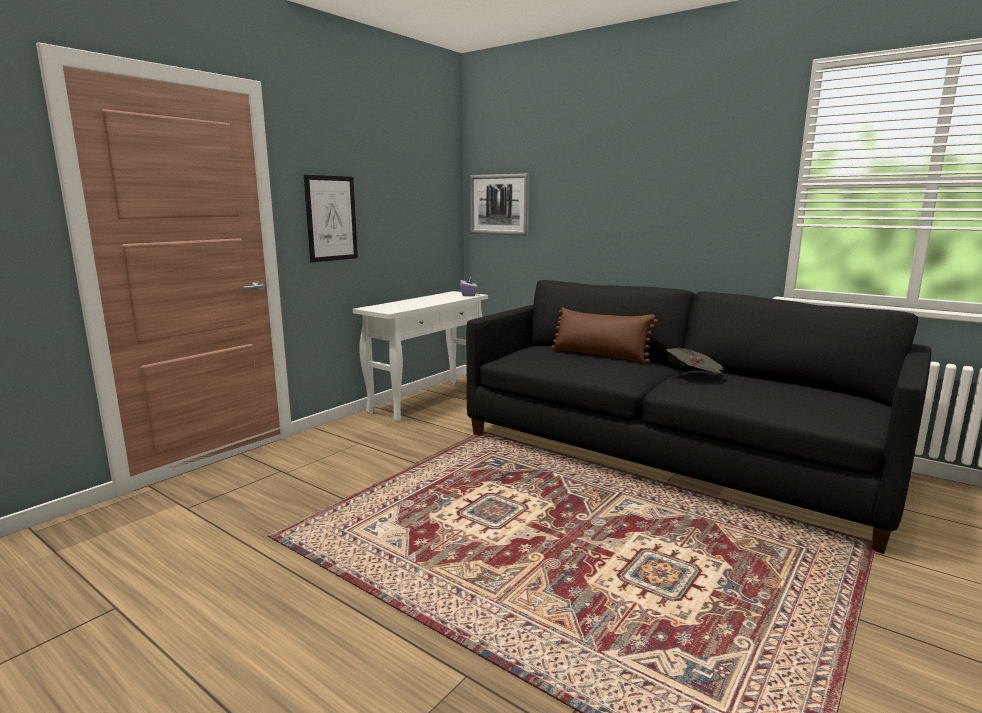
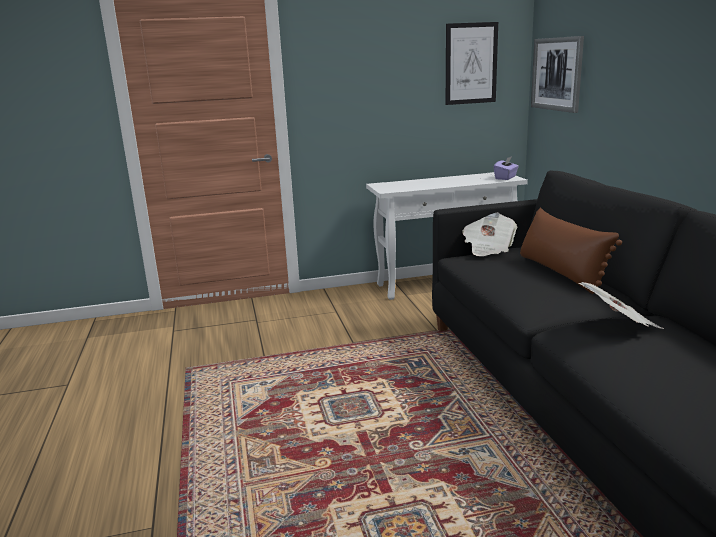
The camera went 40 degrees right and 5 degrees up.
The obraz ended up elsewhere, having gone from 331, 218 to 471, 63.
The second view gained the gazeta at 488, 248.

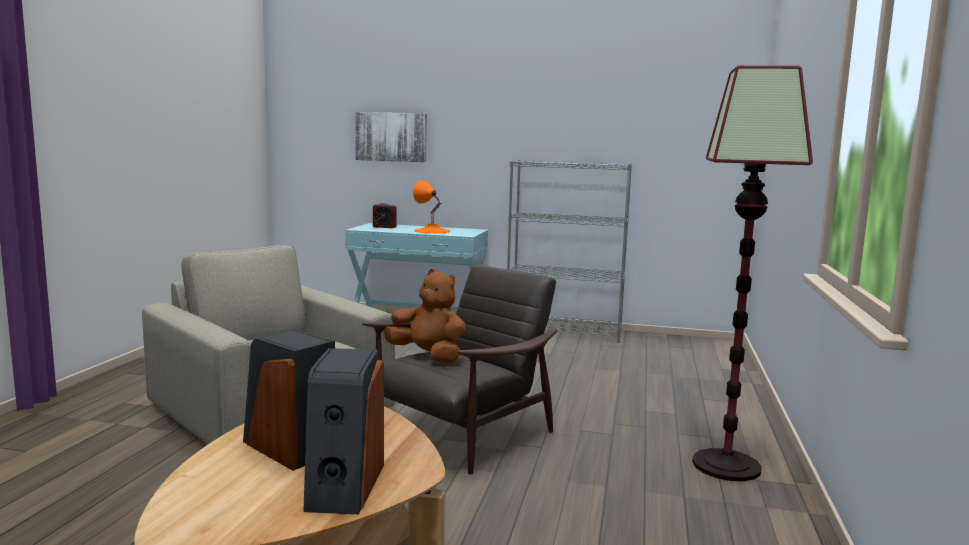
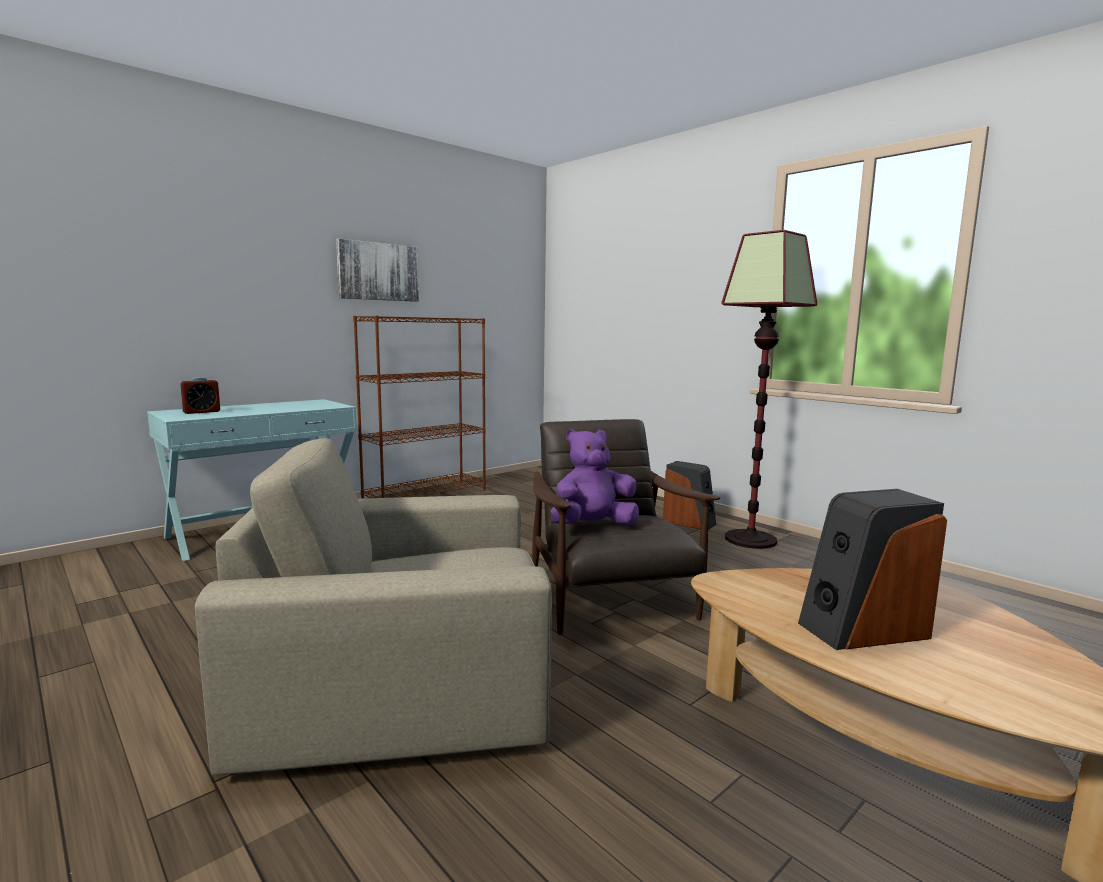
The camera went 55 degrees left and 0 degrees up.
The głośnik ended up elsewhere, having gone from 344, 486 to 689, 522.
The obraz ended up elsewhere, having gone from 391, 137 to 378, 272.
What was the pluszak (brązowy) at 428, 356 turned into the pluszak (fioletowy) at 593, 526.
The second view lost the lampa stołowa (pomarańczowy) at 432, 231.
What was the regał (szary) at 564, 332 turned into the regał (brązowy) at 426, 495.

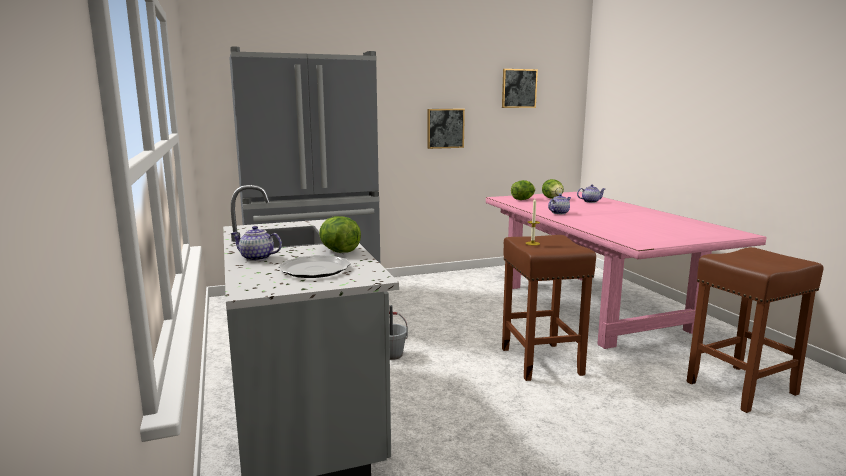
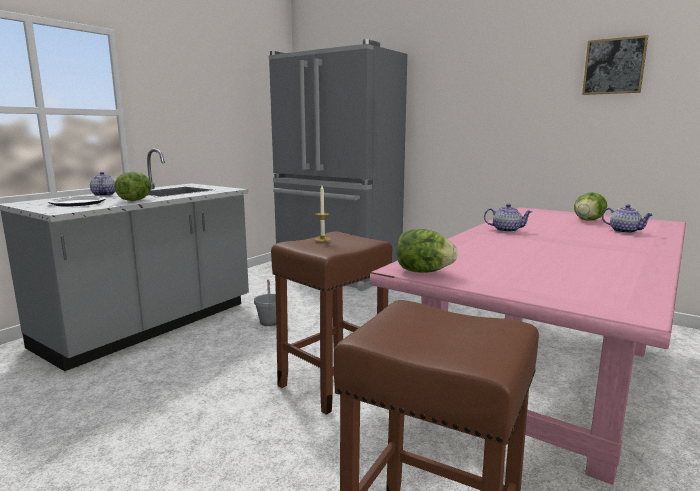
The camera went 55 degrees right and 0 degrees up.
The second view lost the obraz at 445, 128.
The sałata ended up elsewhere, having gone from 523, 199 to 423, 272.

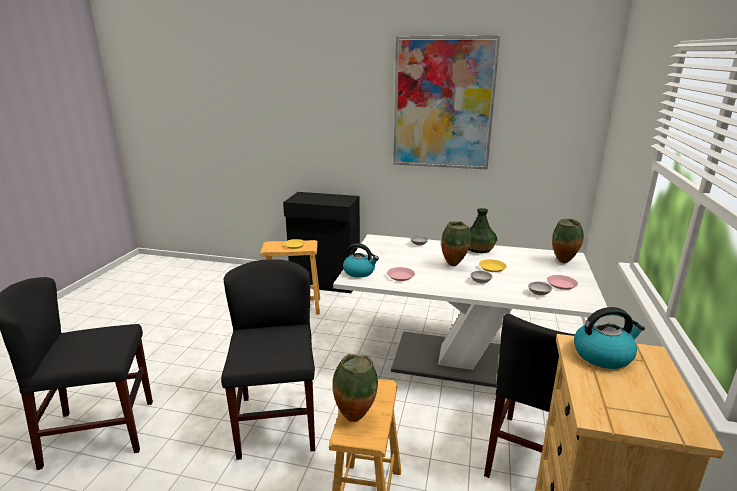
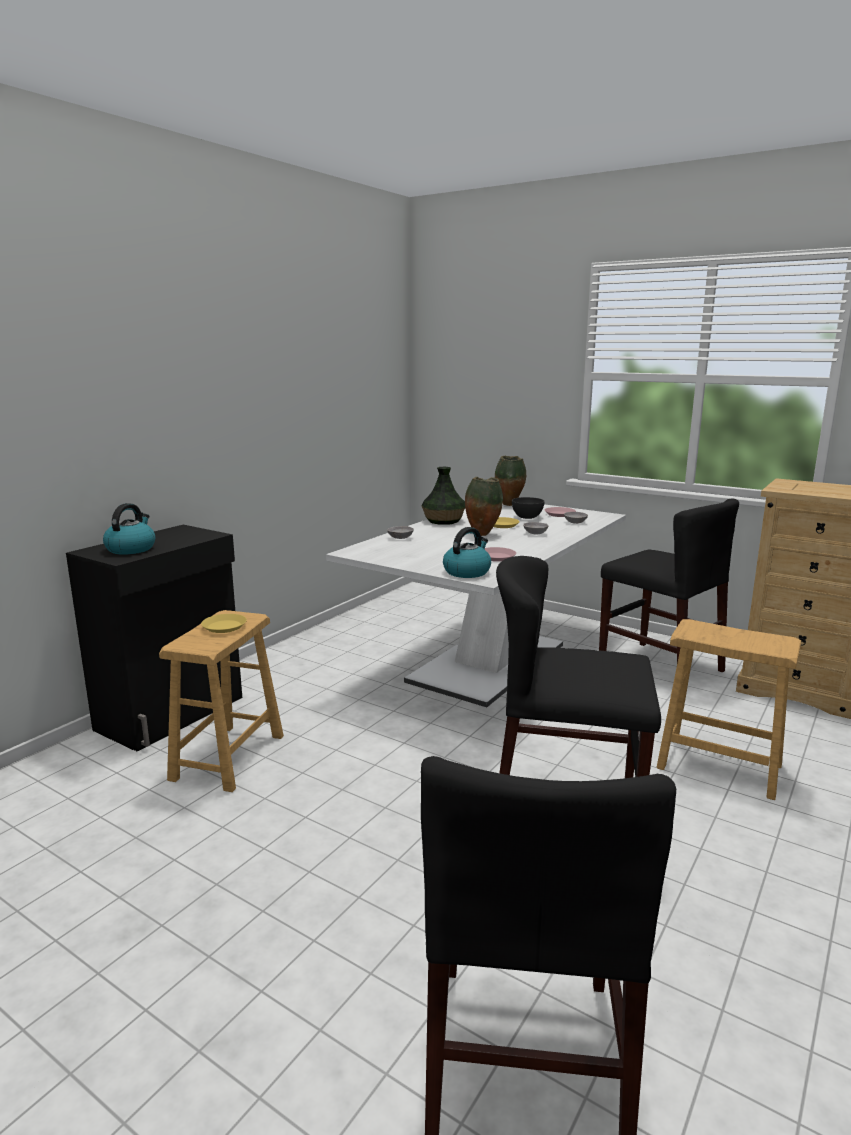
The camera went 70 degrees left and 5 degrees down.
The second view lost the wazon at 355, 417.
The second view lost the obraz at 443, 104.
The czajnik ended up elsewhere, having gone from 603, 355 to 131, 549.
The second view gained the miska (szary) at 527, 517.

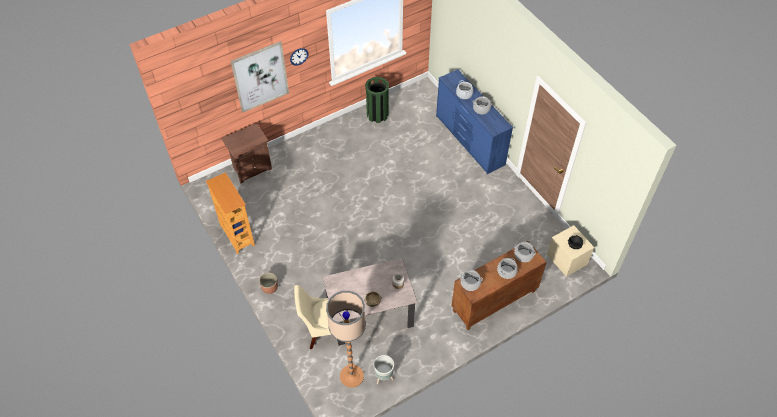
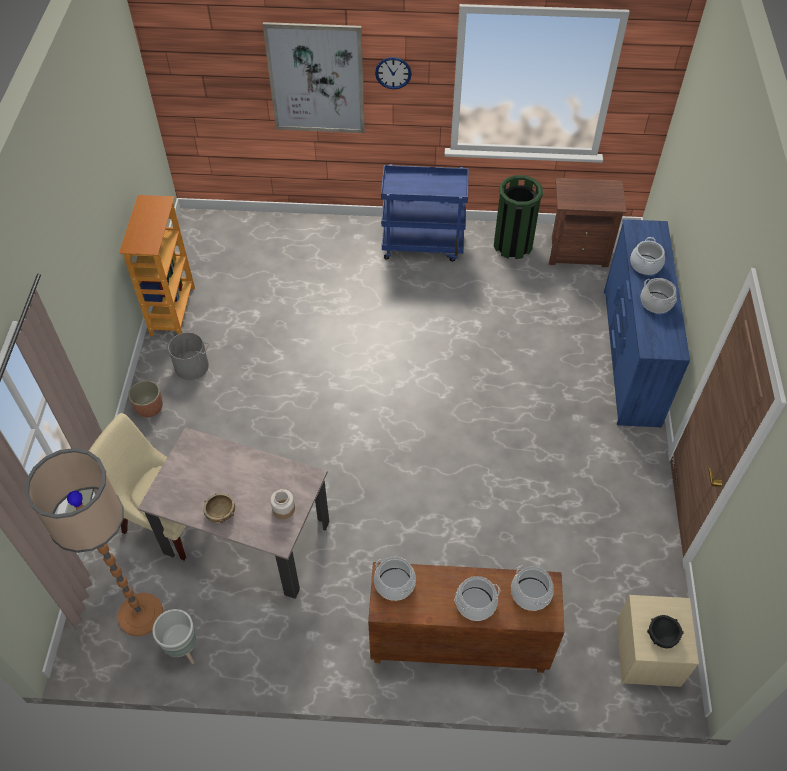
The camera went 35 degrees right and 0 degrees up.
The szafka nocna (brązowy) ended up elsewhere, having gone from 251, 168 to 578, 251.
The second view gained the wiadro (szary) at 192, 366.
The second view gained the wózek (niebieski) at 423, 245.

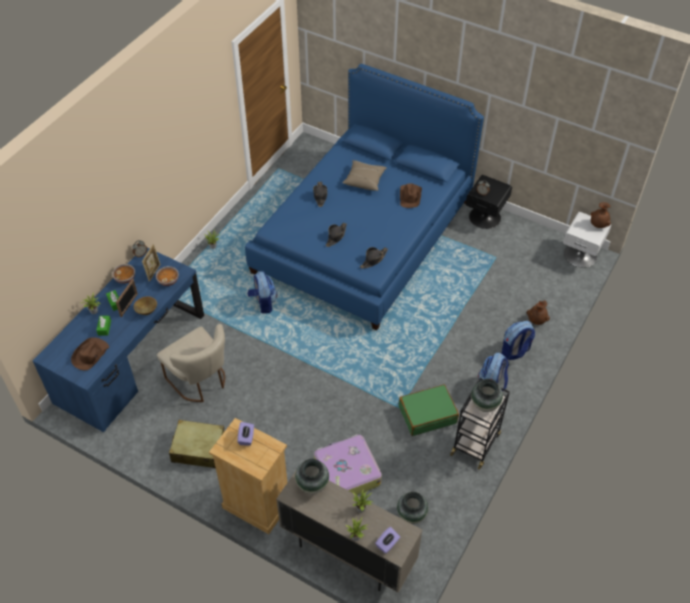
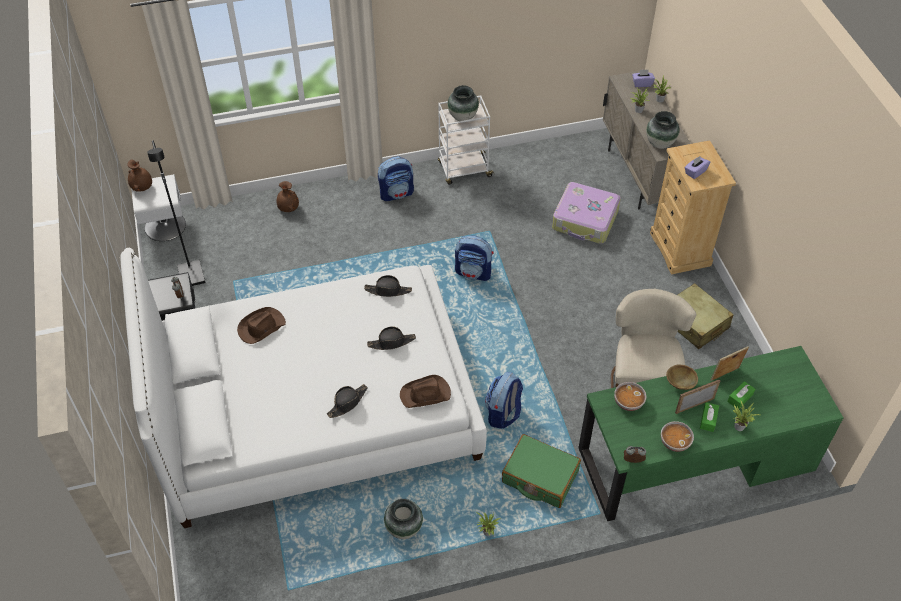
The camera went 135 degrees left and 0 degrees up.
What was the biurko (niebieski) at 131, 358 turned into the biurko (zielony) at 695, 459.
The kapelusz (brązowy) ended up elsewhere, having gone from 90, 355 to 426, 394.
The ramka na zdjęcie ended up elsewhere, having gone from 153, 272 to 725, 375.
What was the łóżko (niebieski) at 363, 235 turned into the łóżko (biały) at 315, 407.
The second view lost the poduszka (beżowy) at 364, 180.
The wazon ended up elsewhere, having gone from 411, 515 to 404, 528.
The walizka (zielony) ended up elsewhere, having gone from 427, 414 to 540, 477.
What was the wózek (czarny) at 475, 443 turned into the wózek (biały) at 464, 170.
The plecak ended up elsewhere, having gone from 515, 351 to 474, 272.
The second view gained the lampa stojąca (czarny) at 192, 275.

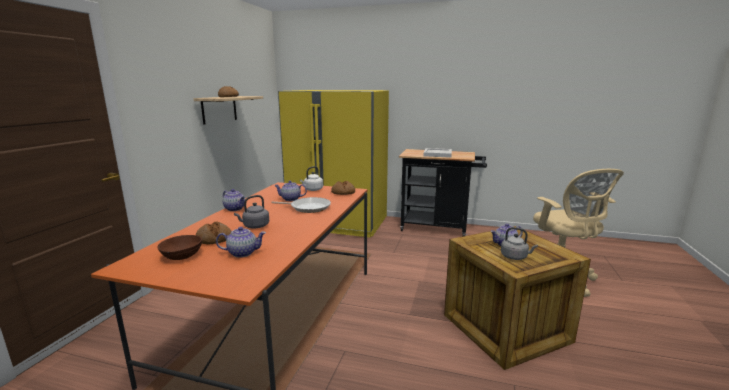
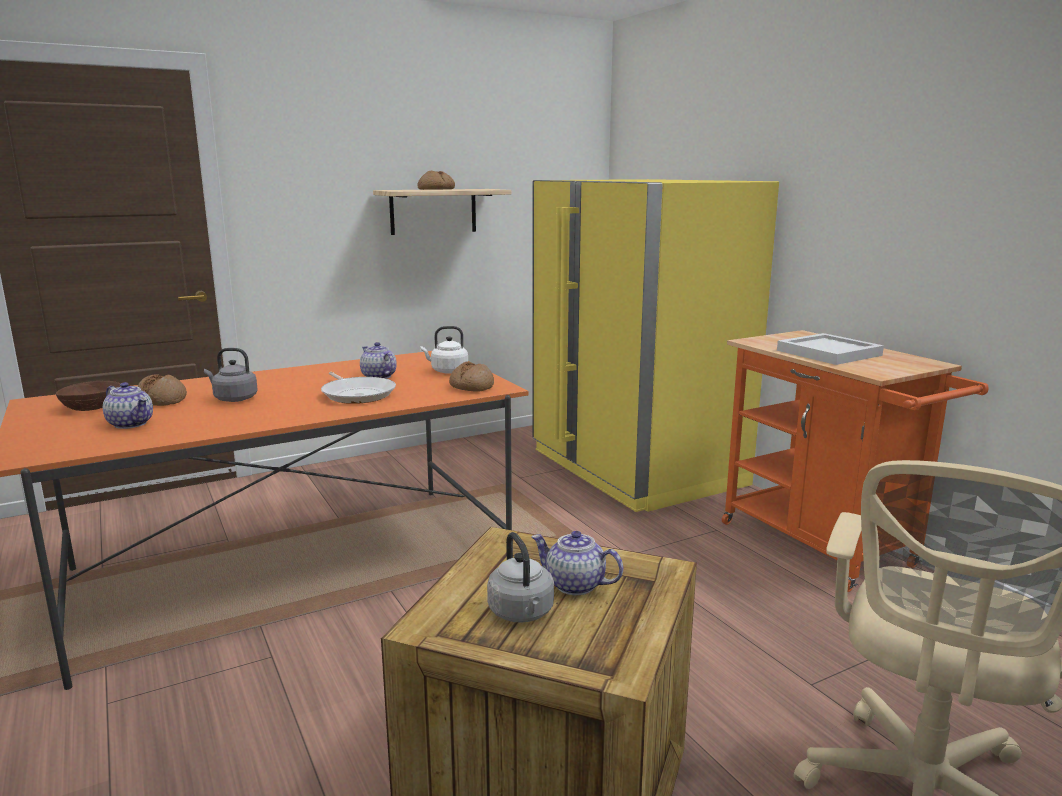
The camera went 45 degrees right and 0 degrees up.
The second view lost the imbryk at 235, 209.
What was the wózek (czarny) at 438, 228 turned into the wózek (pomarańczowy) at 825, 549.

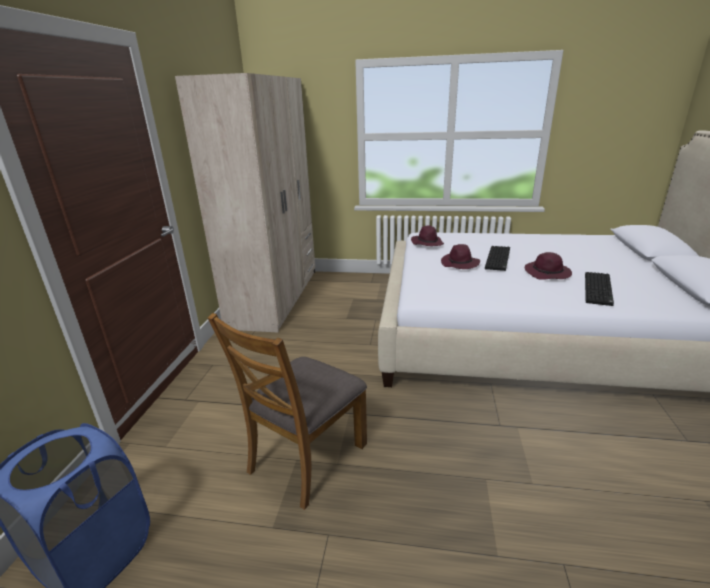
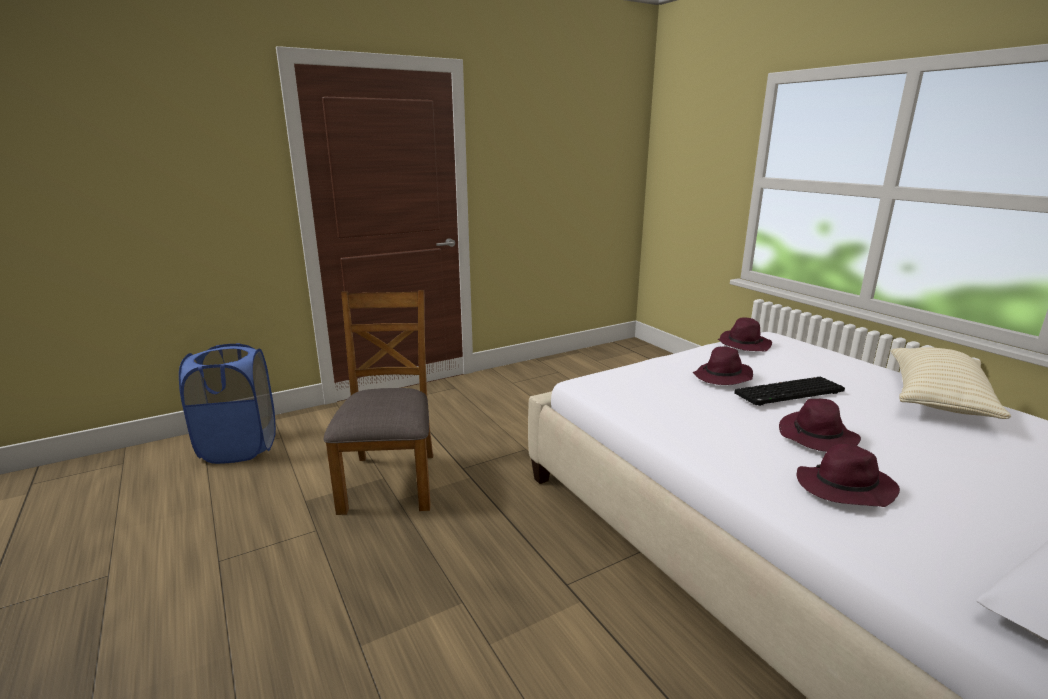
The camera went 50 degrees right and 5 degrees down.
The second view lost the szafa (beżowy) at 276, 297.
The krzesło (brązowy) at 306, 457 ended up facing another way, 90 degrees clockwise from before.
Where the klawiatura stood at 599, 290, the kapelusz (fioletowy) came to stand at 844, 489.
The second view gained the poduszka (beżowy) at 937, 399.

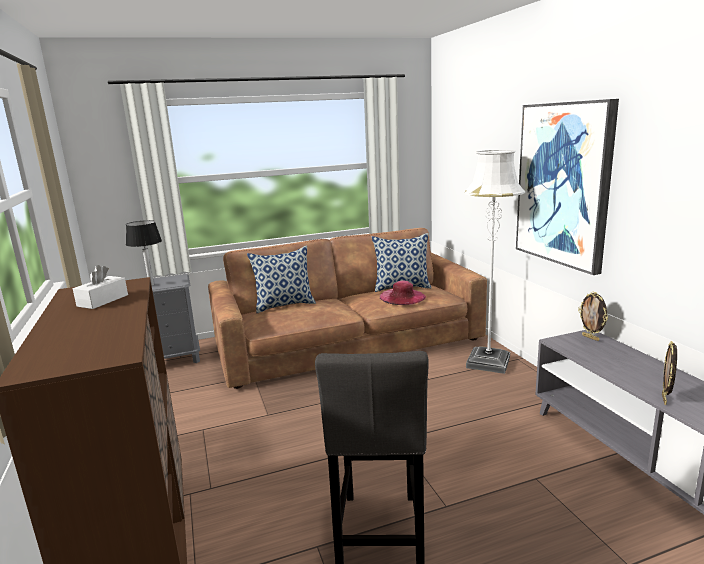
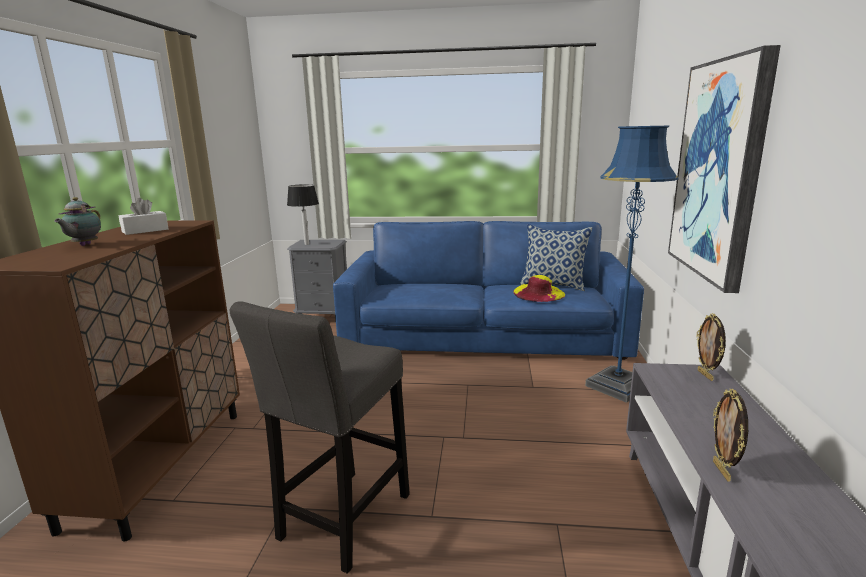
The camera went 25 degrees right and 0 degrees up.
What was the kanapa (brązowy) at 348, 342 turned into the kanapa (niebieski) at 483, 333.
The second view lost the poduszka at 284, 305.
What was the kapelusz (różowy) at 402, 297 turned into the kapelusz (żółty) at 538, 293.
What was the lampa stojąca (biały) at 488, 362 turned into the lampa stojąca (niebieski) at 617, 386.
The ramka na zdjęcie at 665, 399 ended up facing another way, 45 degrees counterclockwise from before.
The second view gained the imbryk at 84, 245.

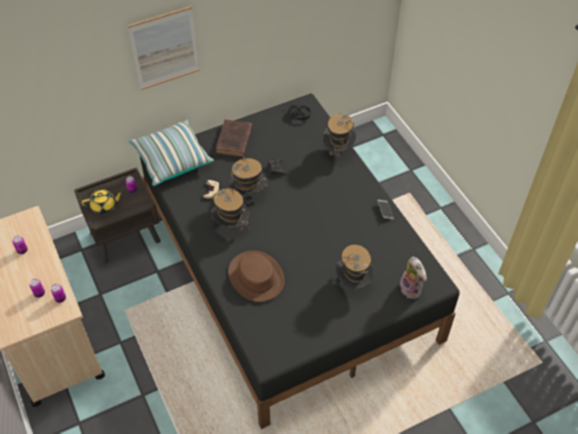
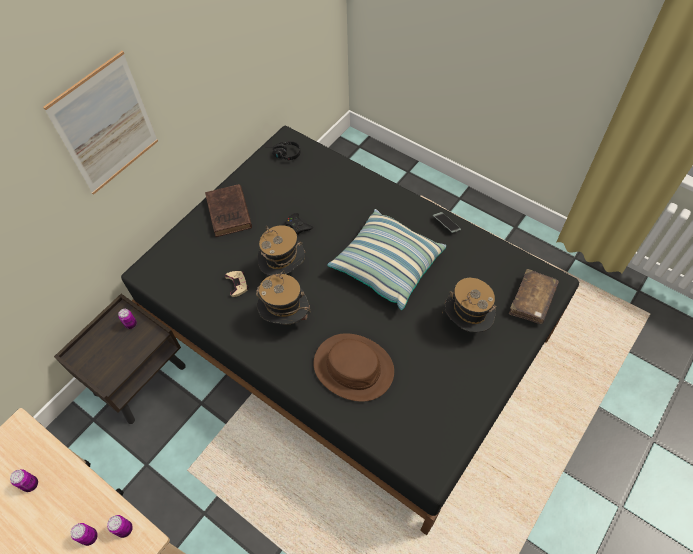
The camera went 25 degrees left and 5 degrees up.
The second view lost the imbryk (żółty) at 104, 206.
The poduszka ended up elsewhere, having gone from 172, 160 to 386, 266.
The second view lost the kapelusz at 338, 151.
Where the pluszak stood at 412, 289, the książka (brązowy) came to stand at 532, 300.

